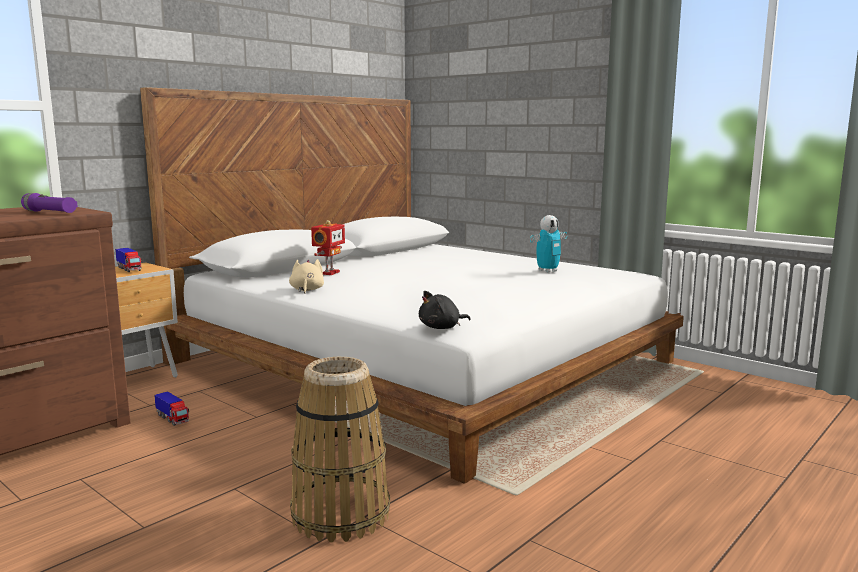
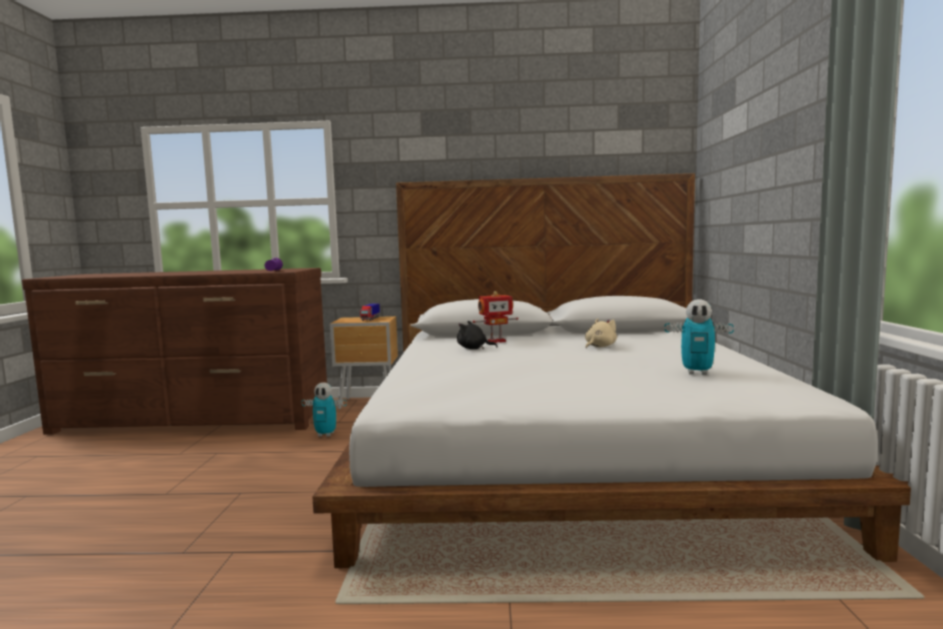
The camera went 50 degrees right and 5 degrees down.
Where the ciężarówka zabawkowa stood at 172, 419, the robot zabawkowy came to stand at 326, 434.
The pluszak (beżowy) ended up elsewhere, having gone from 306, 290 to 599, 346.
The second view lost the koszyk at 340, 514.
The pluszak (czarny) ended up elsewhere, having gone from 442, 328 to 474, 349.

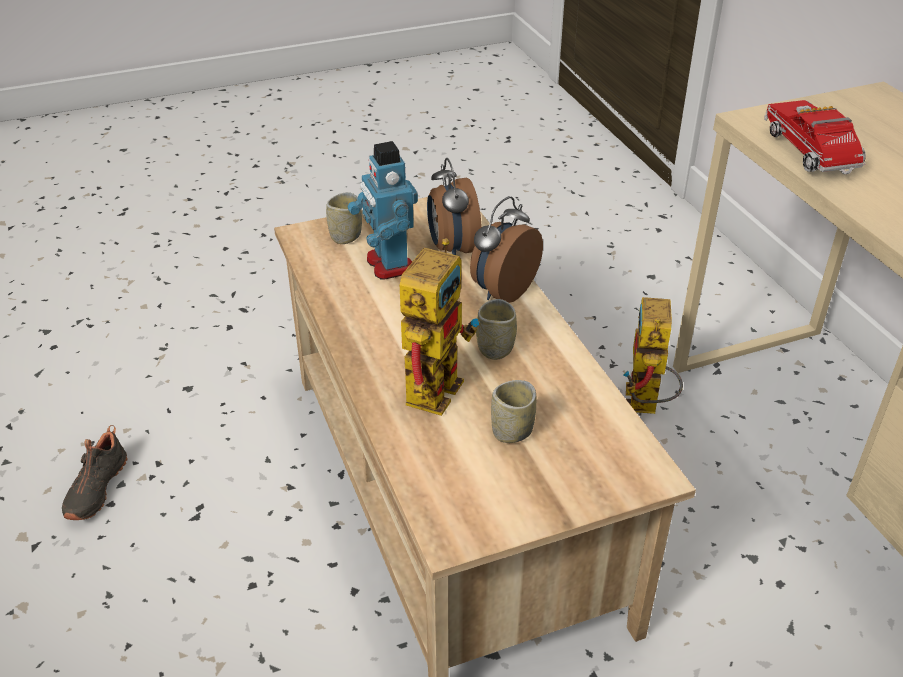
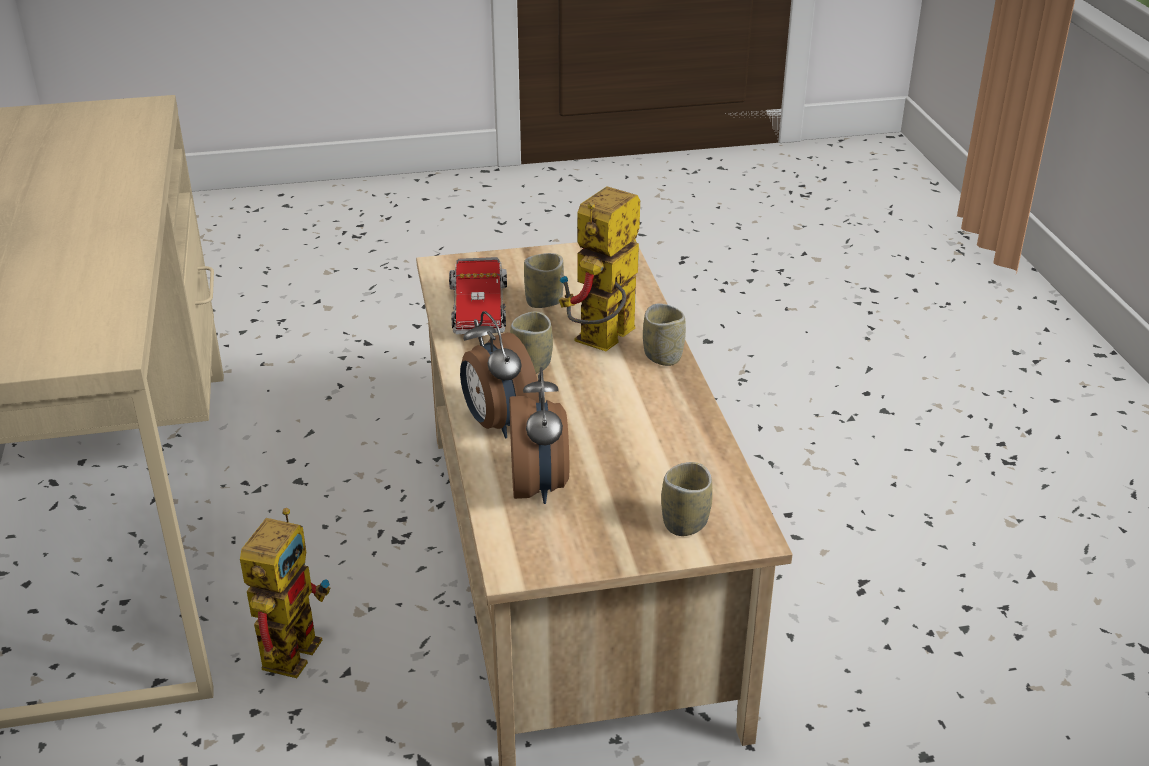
The camera went 170 degrees left and 5 degrees down.
The second view lost the but (czarny) at 95, 488.
The second view lost the robot zabawkowy at 388, 265.
The budzik at 502, 291 ended up facing another way, 105 degrees clockwise from before.
The ciężarówka zabawkowa ended up elsewhere, having gone from 813, 155 to 478, 309.
The second view gained the filiżanka at 663, 356.

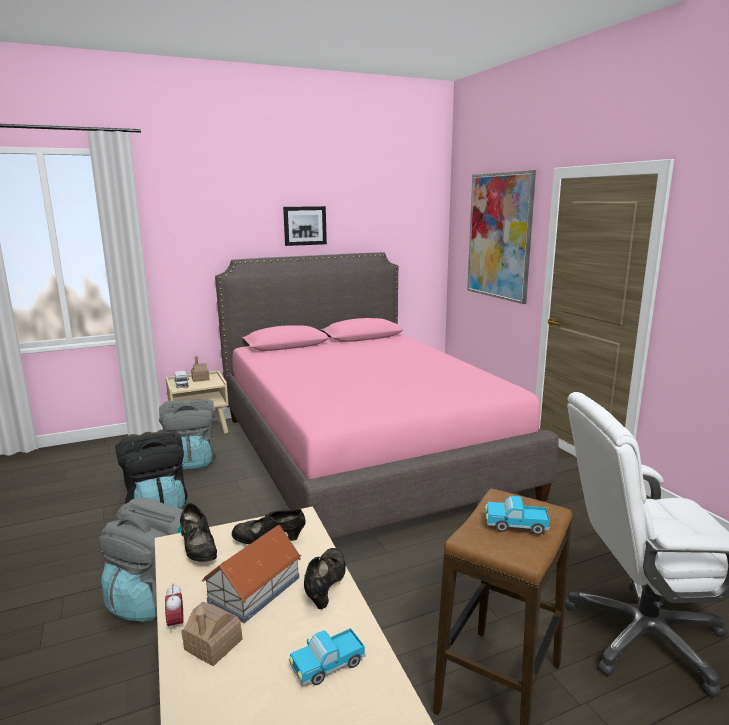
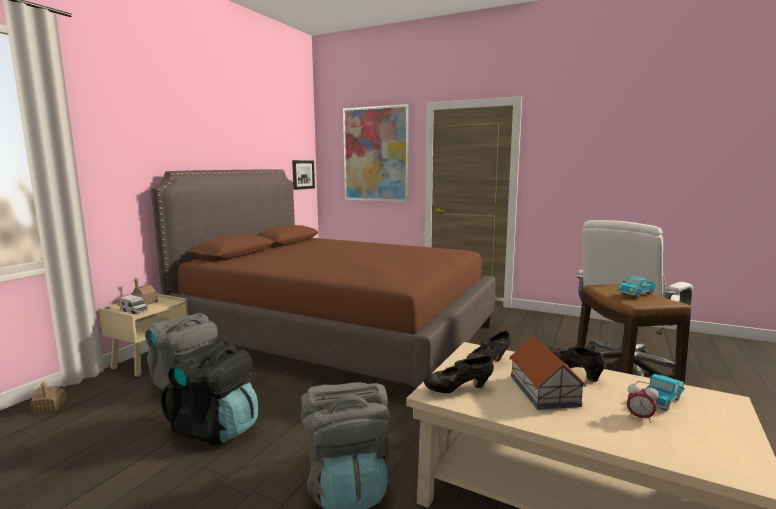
The camera went 40 degrees left and 5 degrees down.
The budzik ended up elsewhere, having gone from 176, 624 to 639, 417.
The but (czarny) at 198, 550 ended up facing another way, 150 degrees clockwise from before.
The domek ended up elsewhere, having gone from 213, 645 to 49, 407.
What was the łóżko (różowy) at 364, 453 turned into the łóżko (brązowy) at 338, 334.
The obraz ended up elsewhere, having gone from 304, 225 to 302, 174.
The ciężarówka zabawkowa at 327, 666 ended up facing another way, 150 degrees counterclockwise from before.

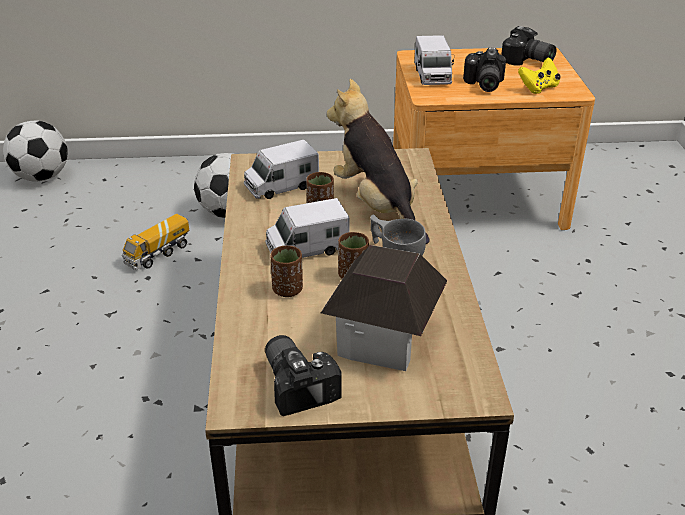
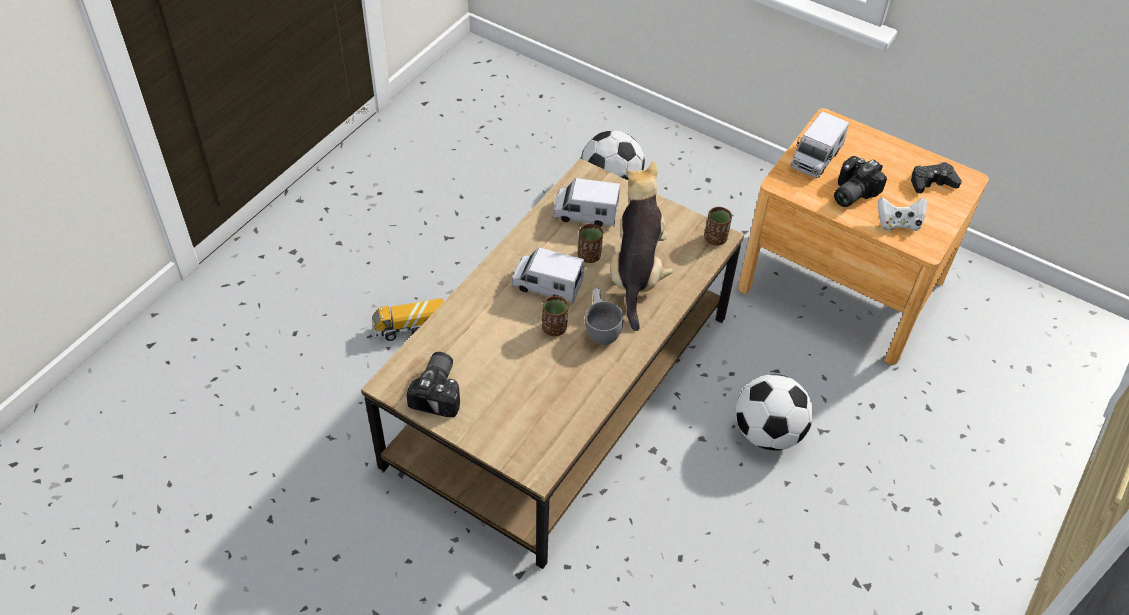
The camera went 35 degrees right and 15 degrees up.
The piłka futbolowa ended up elsewhere, having gone from 42, 177 to 767, 433.
The ciężarówka zabawkowa ended up elsewhere, having gone from 158, 254 to 410, 328.
The filiżanka (brązowy) ended up elsewhere, having gone from 287, 290 to 715, 238.
The second view lost the domek at 383, 339.
Where the aparat fotograficzny stood at 527, 61, the pad do gier (czarny) came to stand at 932, 182.
What was the pad do gier (żółty) at 538, 88 turned into the pad do gier (biały) at 898, 223.

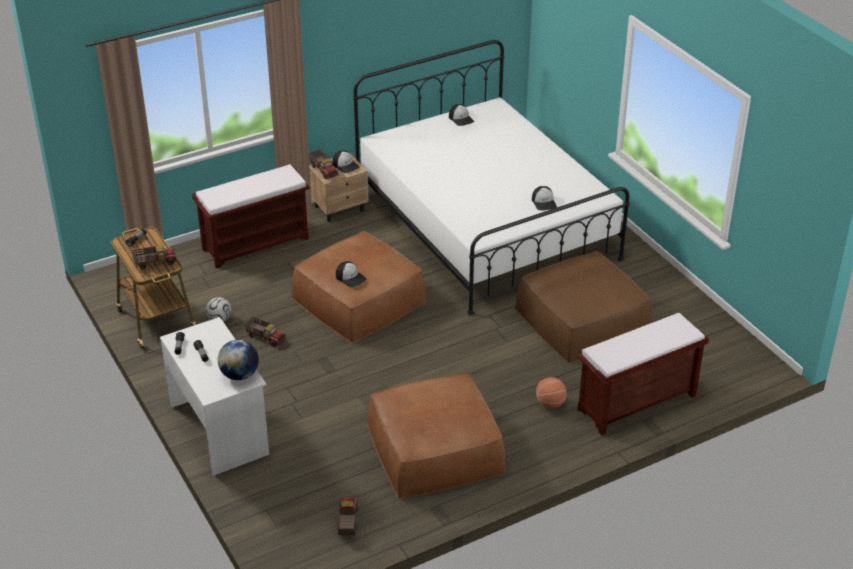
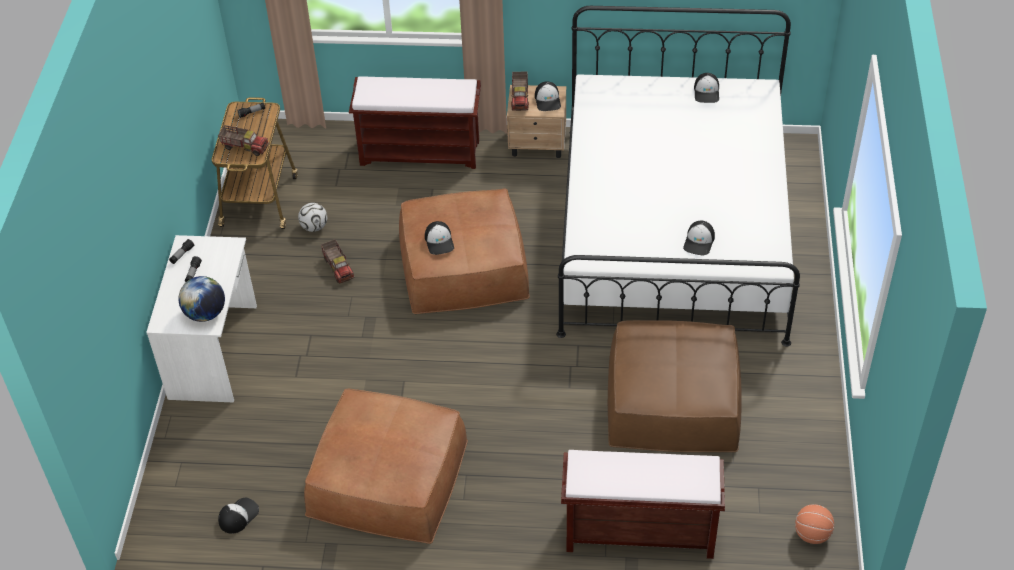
The camera went 35 degrees right and 10 degrees up.
Where the ciężarówka zabawkowa stood at 347, 522, the czapka z daszkiem came to stand at 238, 516.
The piłka do koszykówki ended up elsewhere, having gone from 550, 403 to 812, 534.

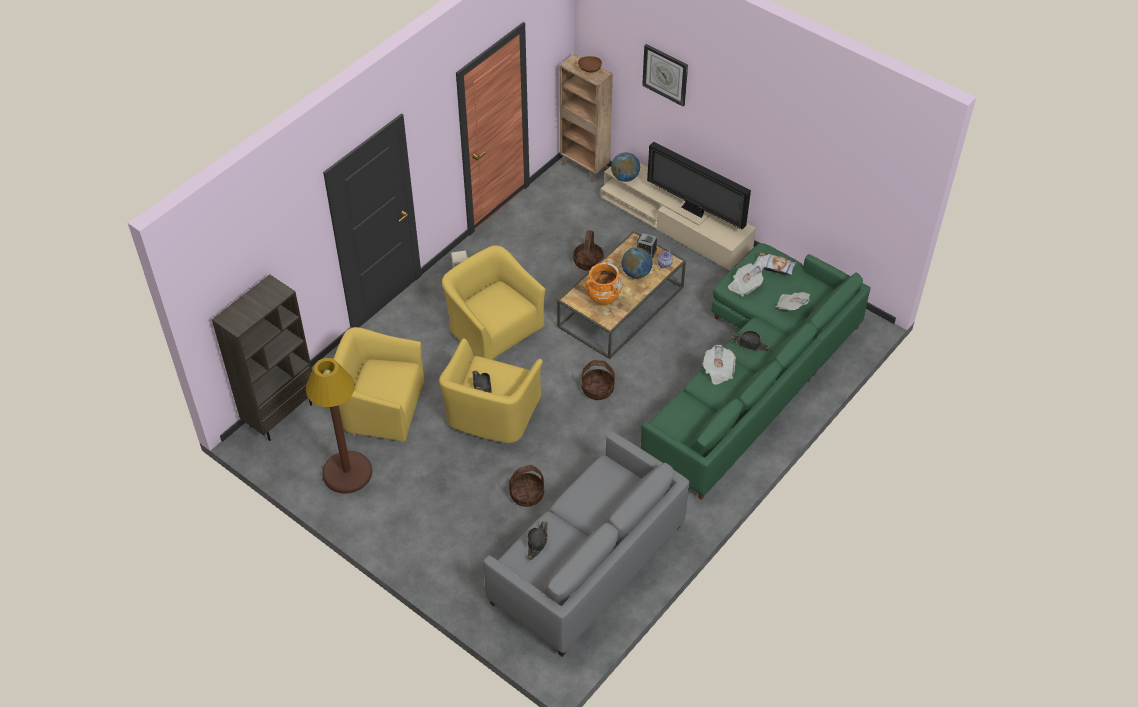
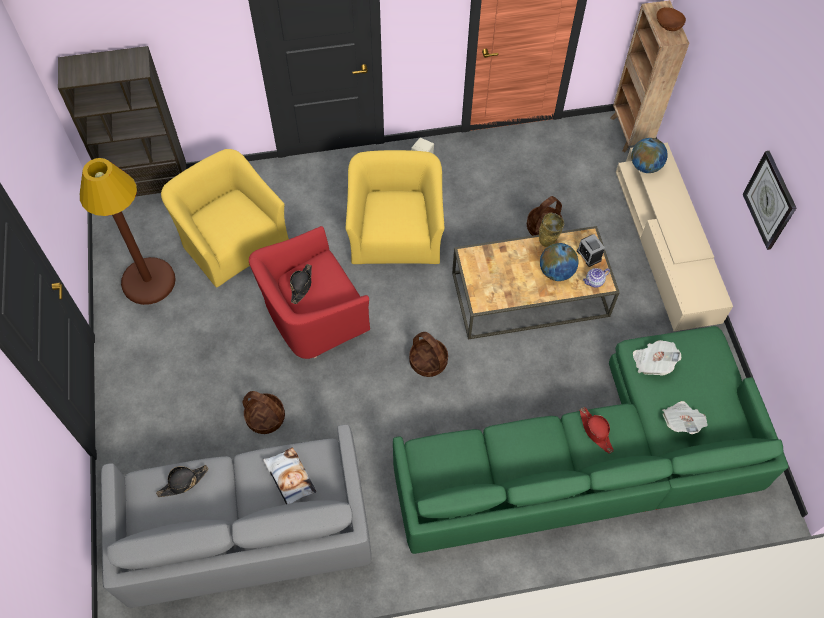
The camera went 40 degrees right and 10 degrees up.
What was the fotel (żółty) at 491, 414 turned into the fotel (czerwony) at 313, 315.
The second view lost the wazon (pomarańczowy) at 603, 301.
The zegar ścienny ended up elsewhere, having gone from 665, 74 to 770, 200.
The second view lost the telewizor at 694, 211.
The second view lost the gazeta at 718, 371.
What was the kapelusz (czarny) at 750, 344 turned into the kapelusz (czerwony) at 595, 431.
The poduszka ended up elsewhere, having gone from 774, 266 to 289, 478.
The second view gained the wazon (beżowy) at 547, 242.

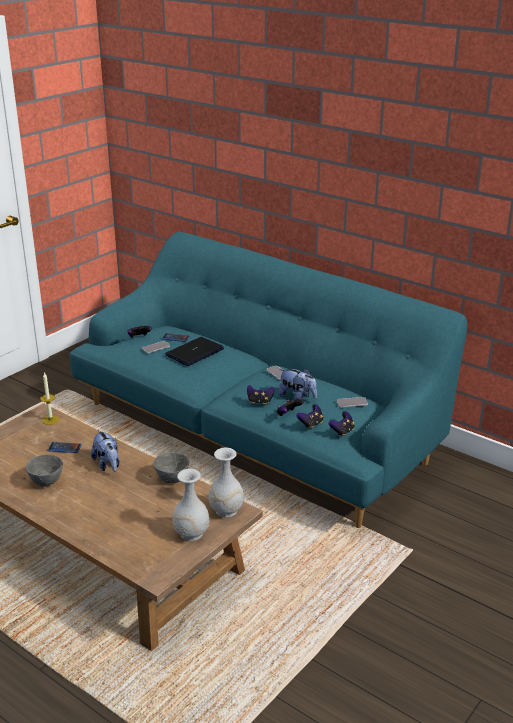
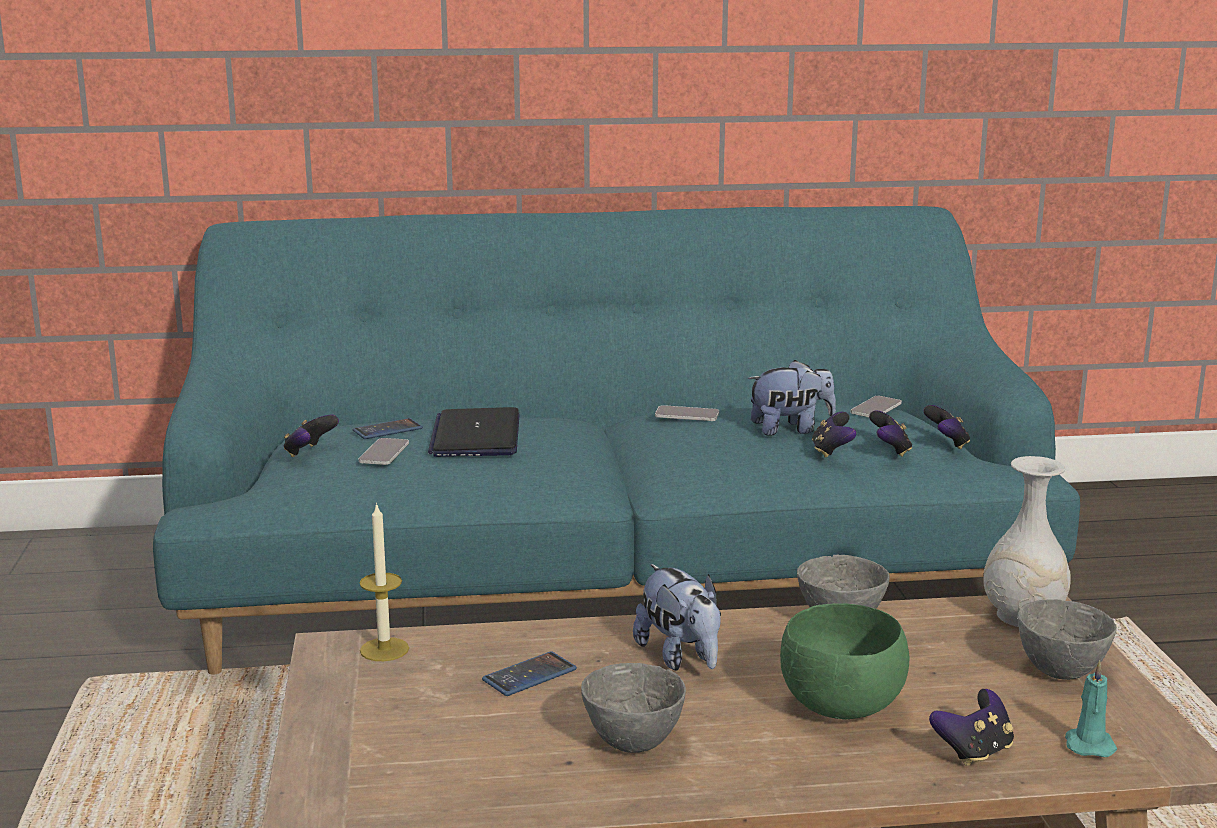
The camera went 45 degrees left and 10 degrees down.
The pluszak at 108, 465 ended up facing another way, 45 degrees clockwise from before.
Where the wazon (biały) stood at 191, 533, the miska (szary) came to stand at 1058, 671.
The pad do gier ended up elsewhere, having gone from 260, 402 to 974, 752.
The second view gained the miska (zielony) at 841, 709.
The second view gained the świeca (turkusowy) at 1088, 744.

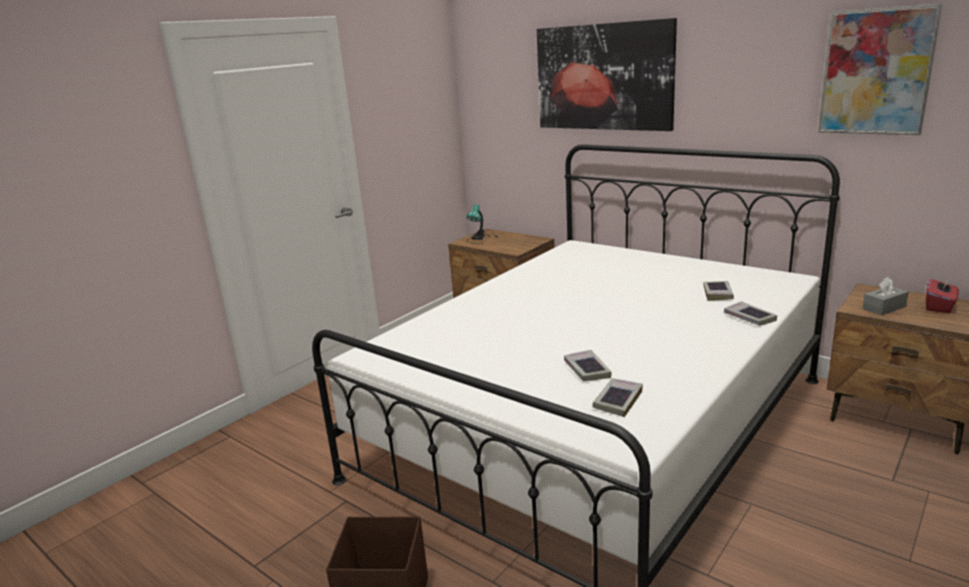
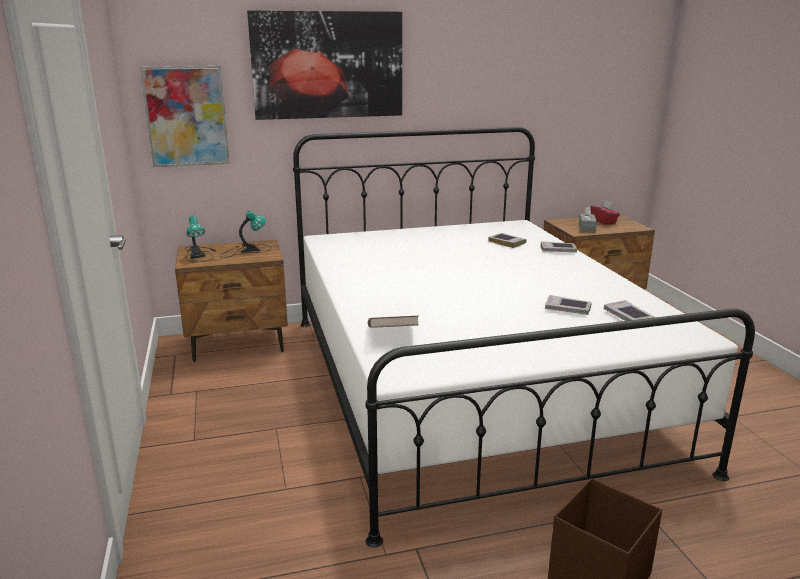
The camera went 55 degrees left and 0 degrees up.
The obraz ended up elsewhere, having gone from 876, 72 to 186, 116.
The second view gained the lampa stołowa at 247, 250.
The second view gained the książka (brązowy) at 392, 336.

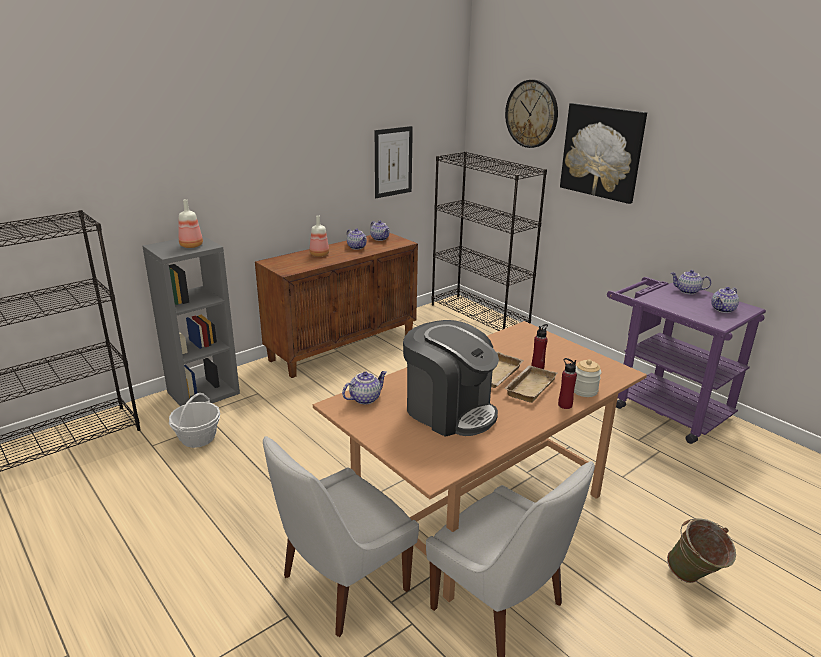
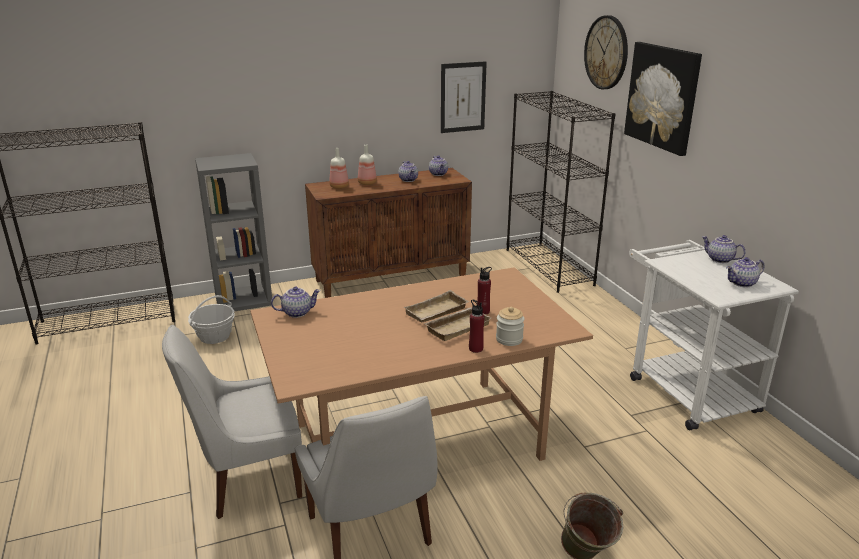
The camera went 20 degrees right and 0 degrees up.
The butelka ended up elsewhere, having gone from 191, 245 to 339, 186.
The second view lost the ekspres do kawy at 449, 411.
What was the wózek (fioletowy) at 662, 408 turned into the wózek (biały) at 685, 389.

